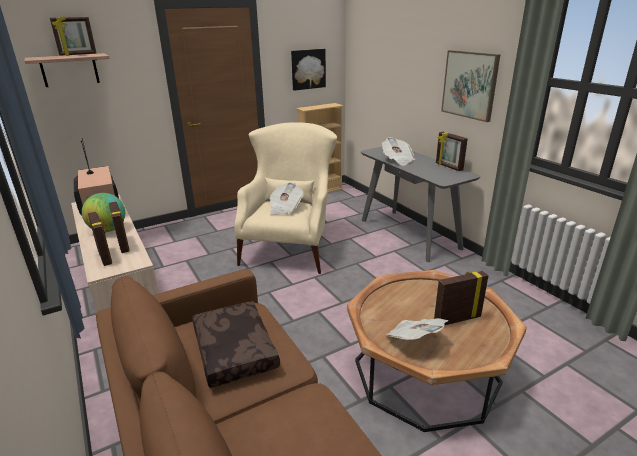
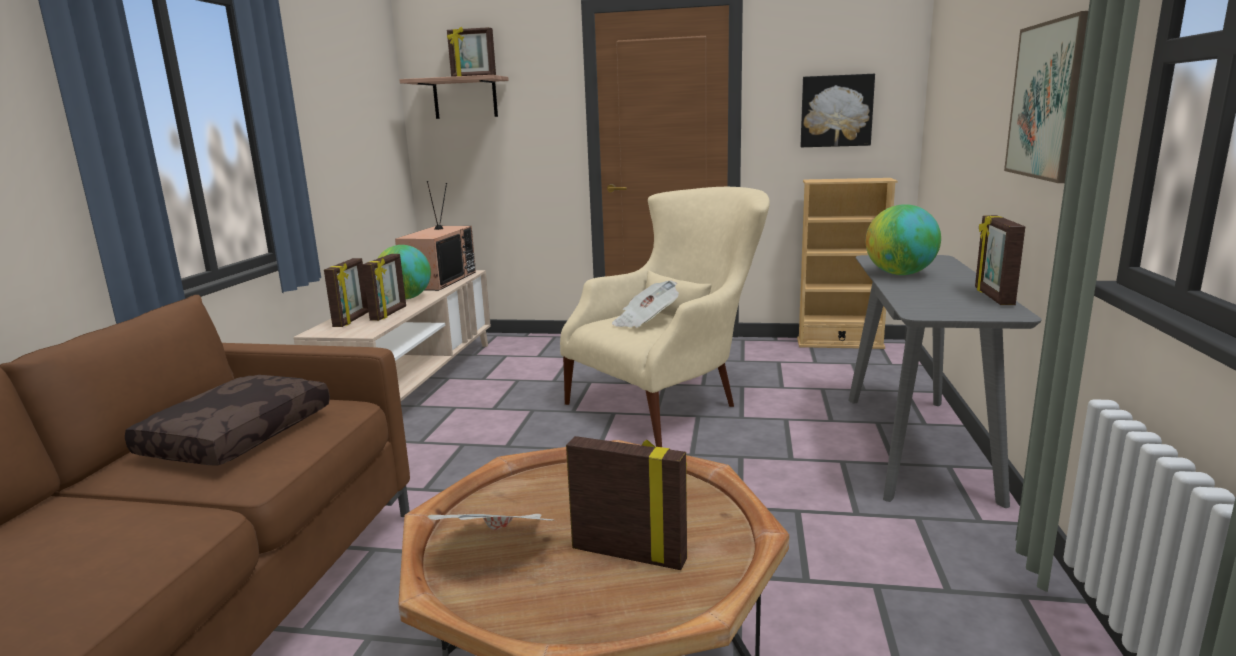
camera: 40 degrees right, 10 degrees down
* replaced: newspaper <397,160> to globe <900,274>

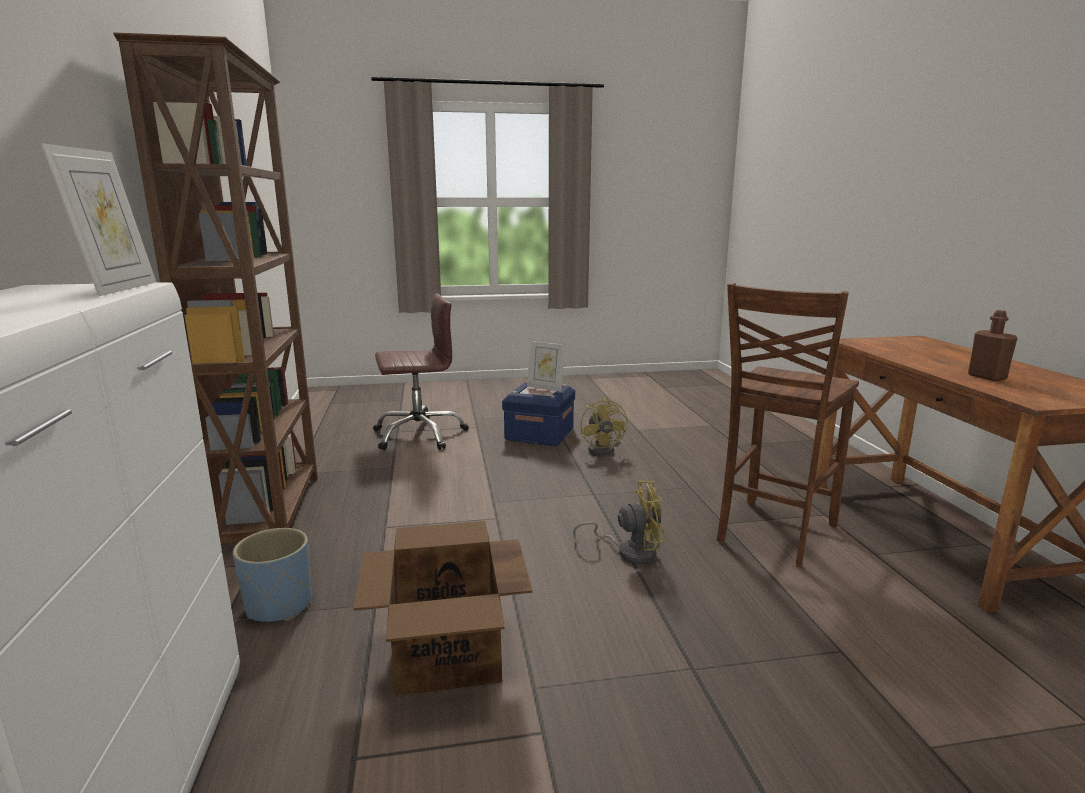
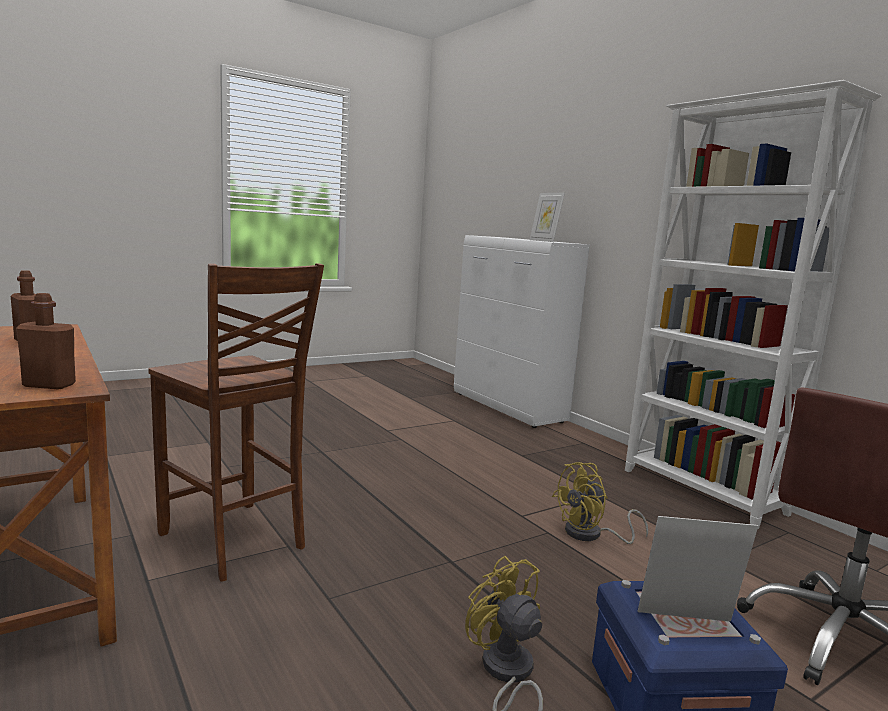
camera: 155 degrees right, 5 degrees down
* removed: blue planter <278,606>
* removed: cardboard box <447,655>
* added: brown bottle <49,385>
* moved: yellow fan <629,551> to <591,535>
* recoloured: brown bookcase <272,513> to white bookcase <702,492>
* turned: brown chair <773,533> = <234,542> 120 degrees clockwise

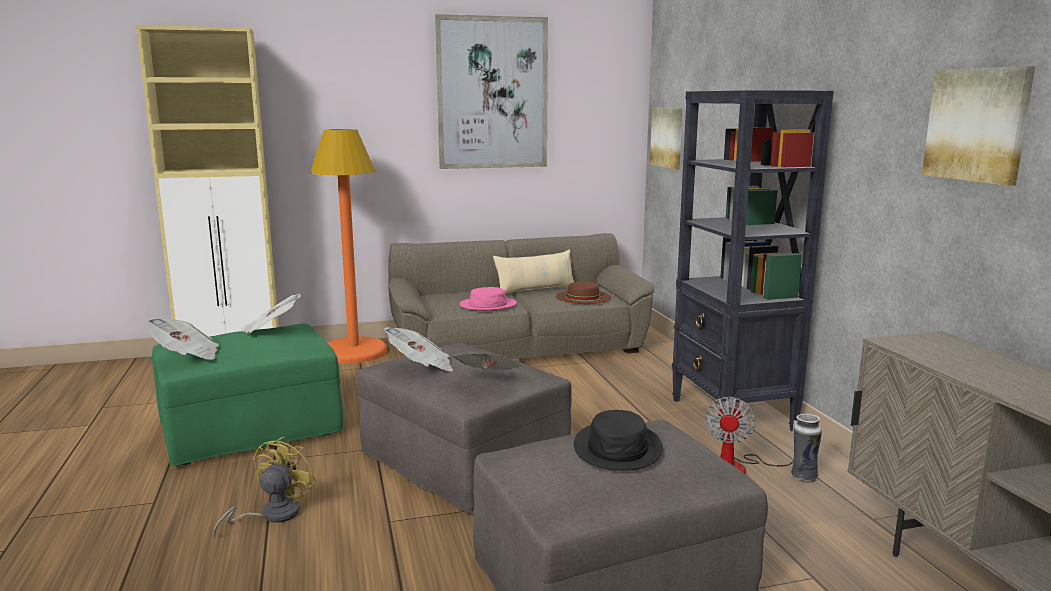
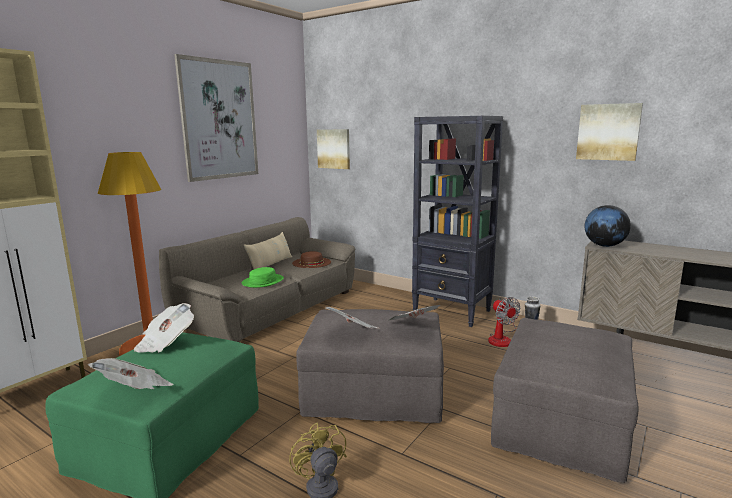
camera: 40 degrees left, 0 degrees up
* removed: black hat <618,448>
* added: globe <604,245>
* recoloured: pink hat <488,305> to green hat <262,281>

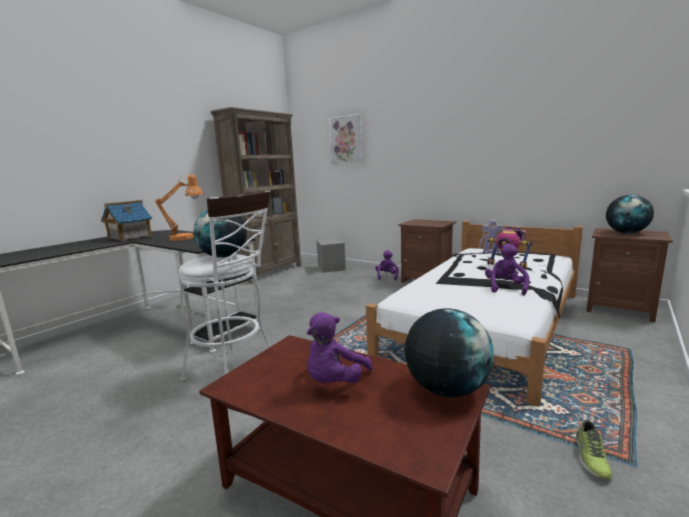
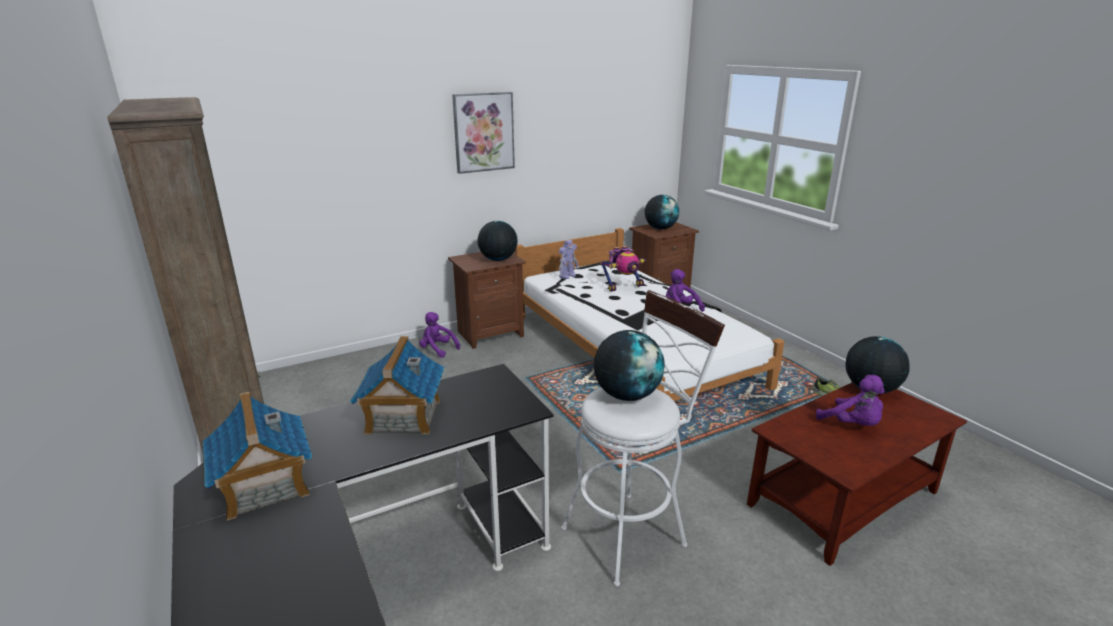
camera: 65 degrees left, 10 degrees up
* removed: grey storage box <332,268>
* added: globe <498,259>
* moved: picture <347,140> to <483,132>
* replaced: orange table lamp <187,238> to toy house <403,417>

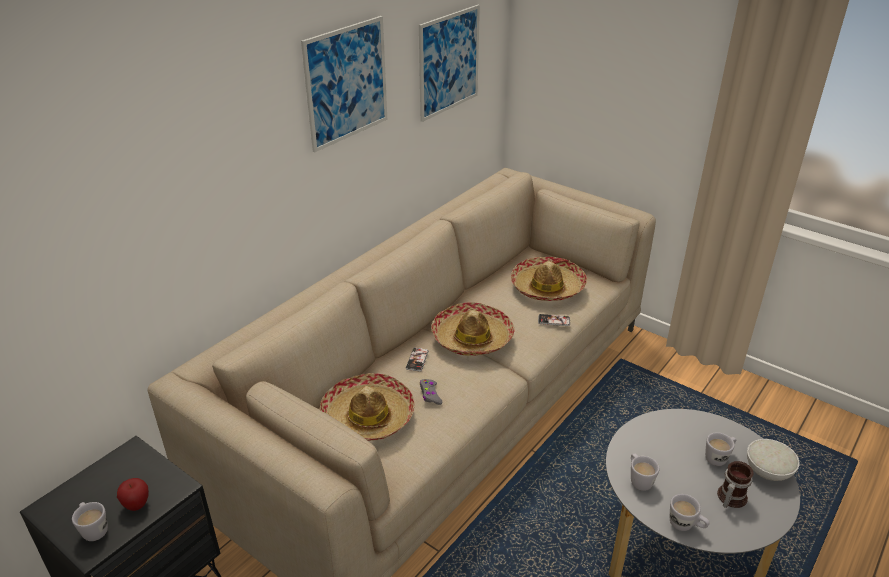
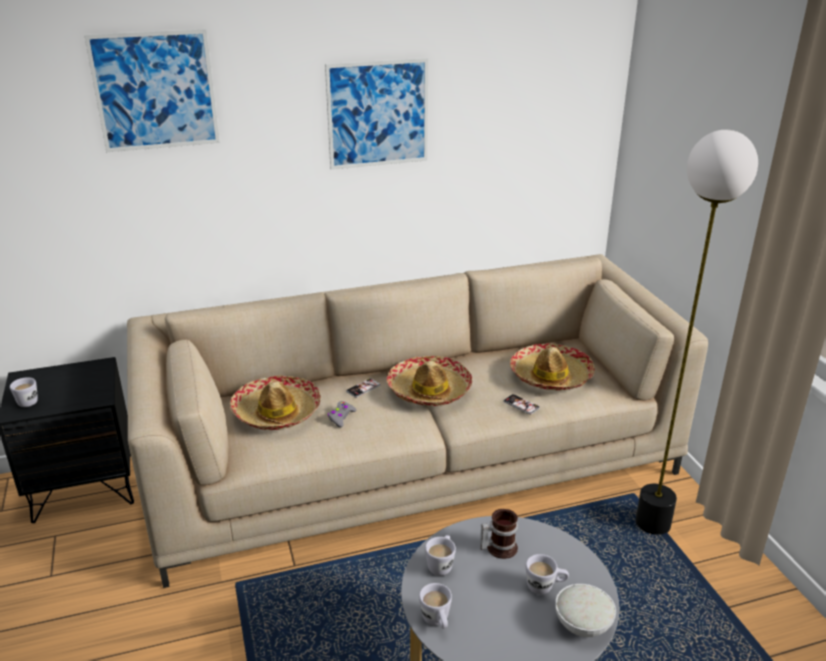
camera: 35 degrees right, 5 degrees down
* removed: apple <137,505>
* added: floor lamp <653,524>
* moved: picture <449,62> to <155,91>
* moved: mug <729,497> to <498,547>

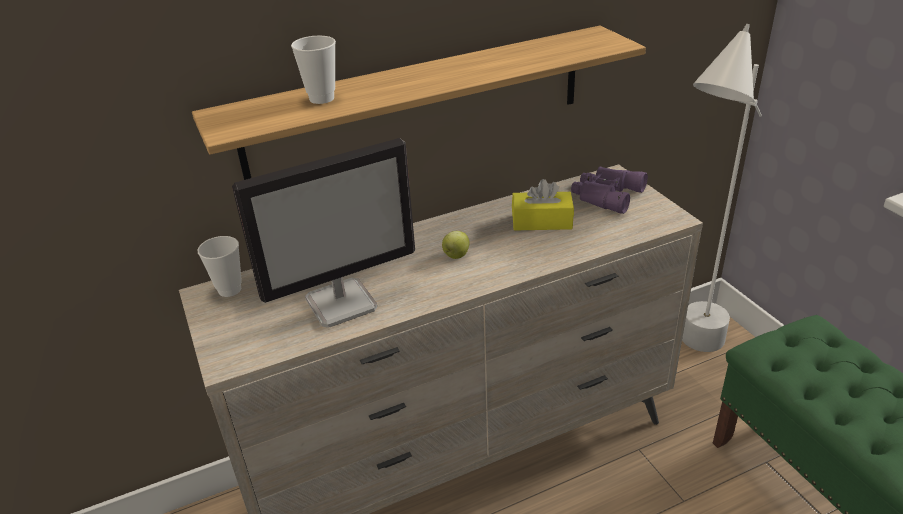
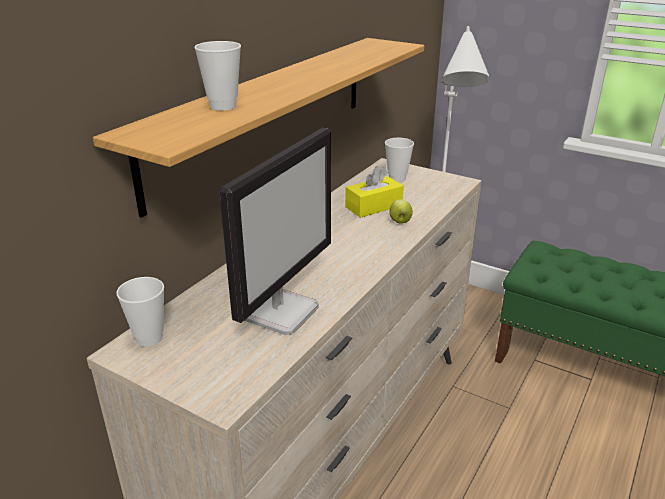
camera: 35 degrees left, 5 degrees down
* moved: apple <456,256> to <400,221>
* replaced: purple binoculars <605,195> to cup <397,178>

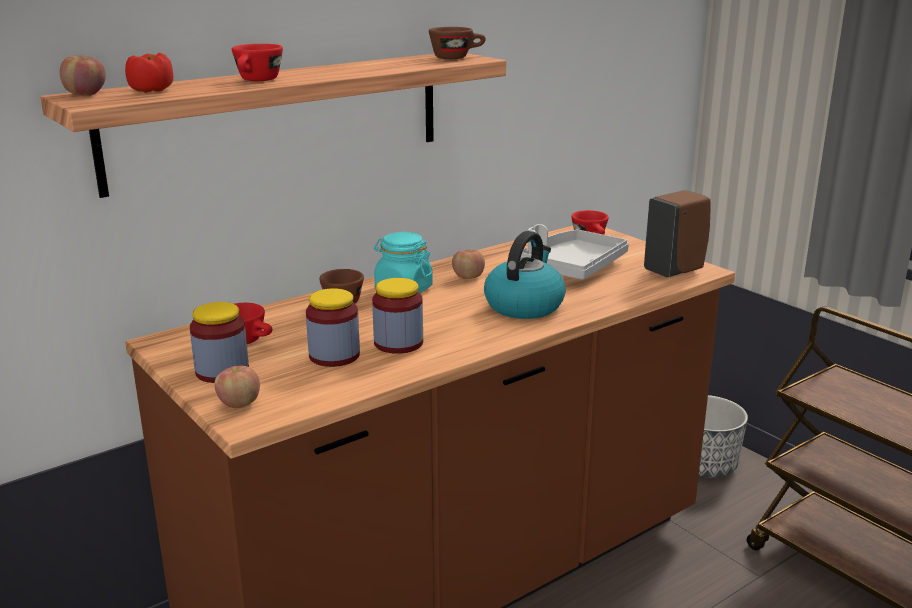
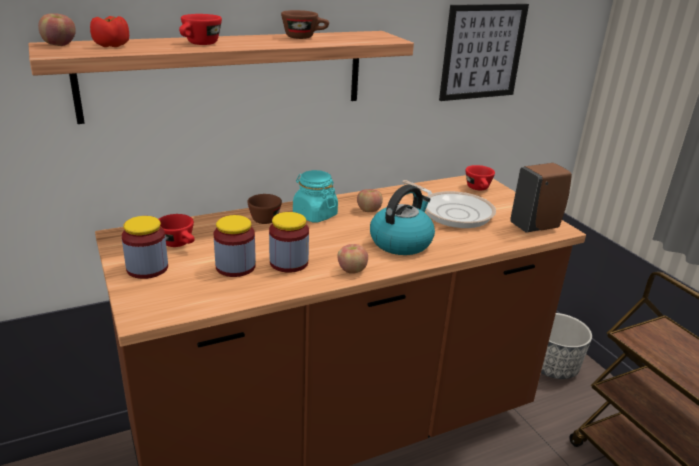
camera: 10 degrees right, 5 degrees up
* added: picture <482,52>
* moved: apple <238,403> to <351,270>
* moved: brown cup <457,57> to <305,37>
* replaced: grey tray <572,267> to frying pan <453,212>

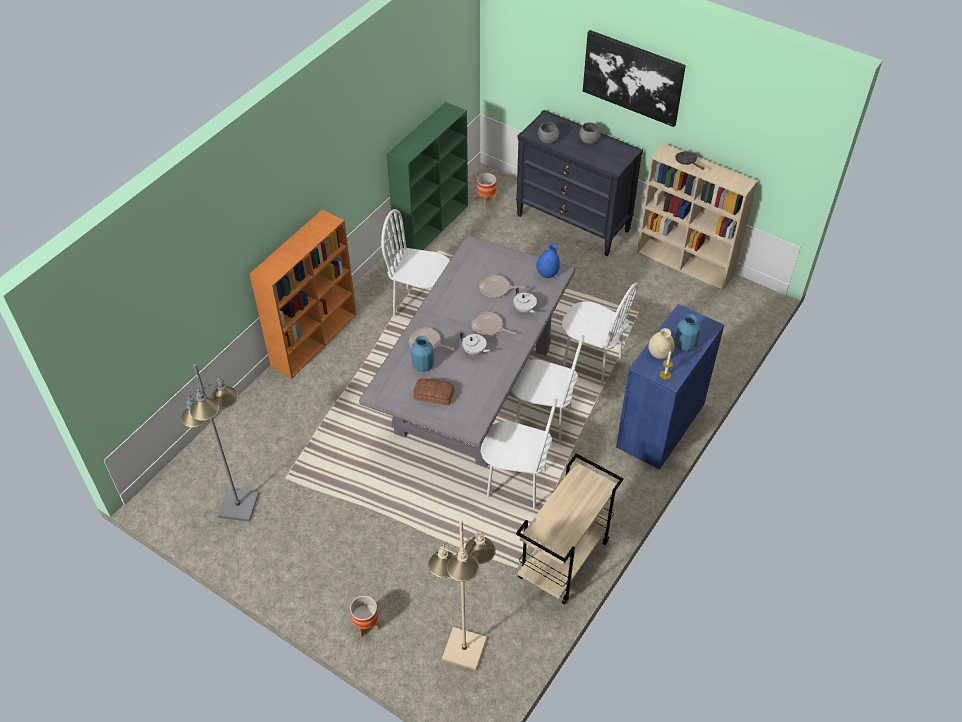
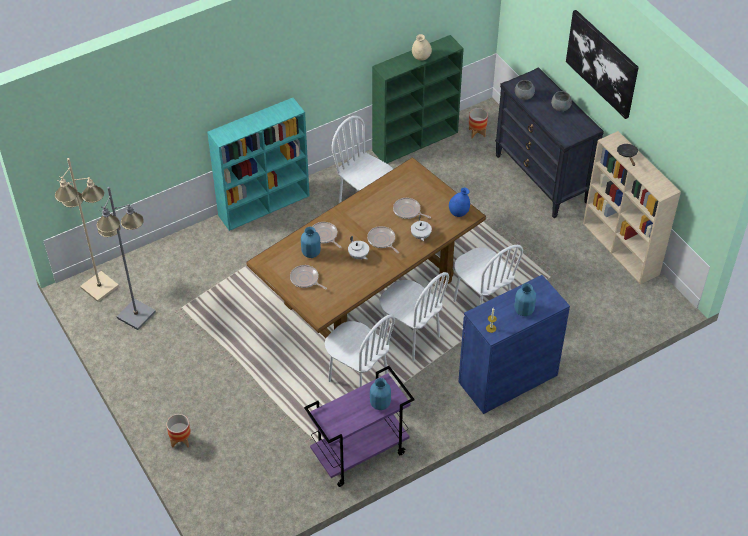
camera: 25 degrees right, 0 degrees up
* added: blue vase <380,404>
* moved: beige floor lamp <463,649> to <99,287>
* moved: beige vase <659,354> to <421,58>
* replaced: bread <434,395> to frying pan <305,279>
* recoloured: orange bookcase <315,339> to turquoise bookcase <264,205>
* recoloured: grey dining table <473,391> to brown dining table <368,293>
* recoloured: beige cart <564,561> to purple cart <359,454>

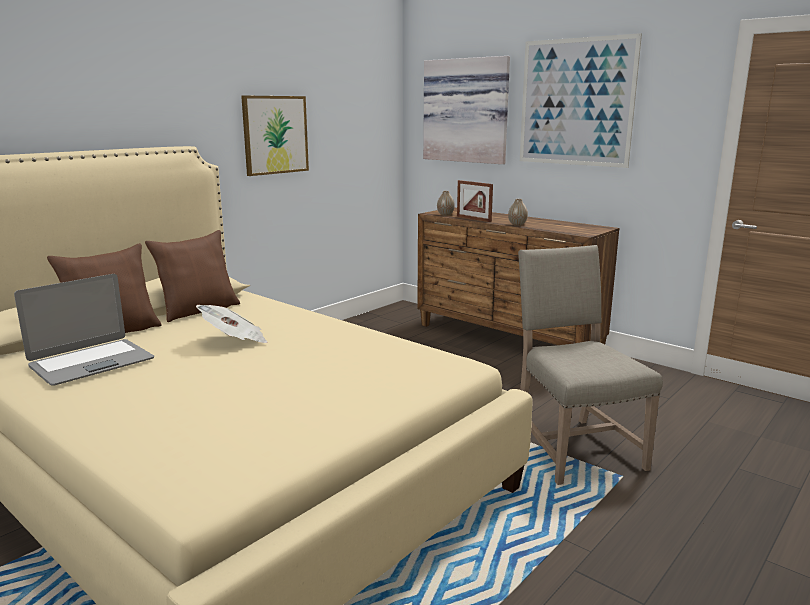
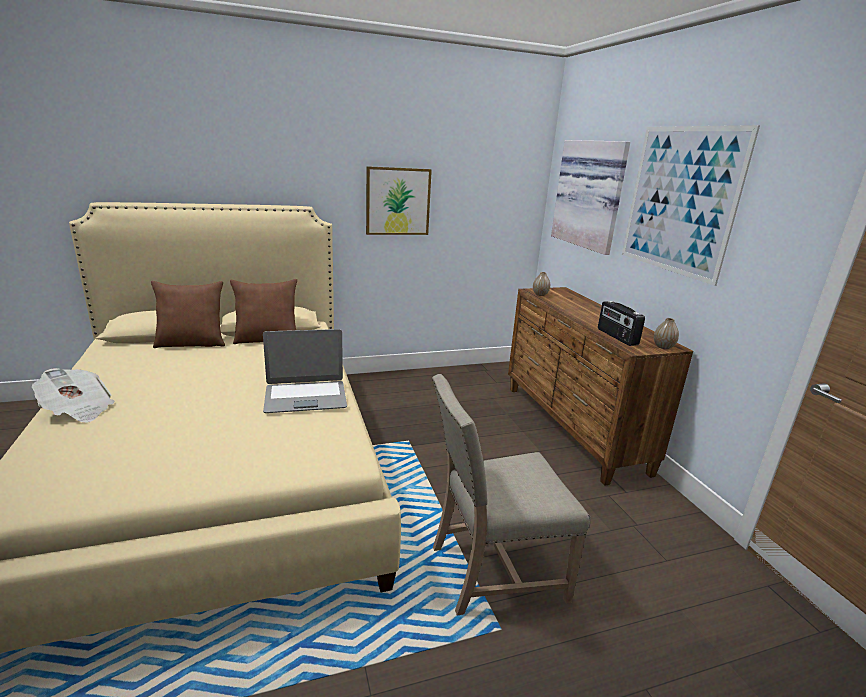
camera: 30 degrees right, 5 degrees up
* removed: picture frame <473,219>
* added: radio <616,337>
* moved: laptop <91,363> to <305,397>
* moved: newspaper <235,341> to <78,410>
* moved: vase <517,224> to <663,347>
* turned: beige chair <572,447> = <492,571> 120 degrees counterclockwise

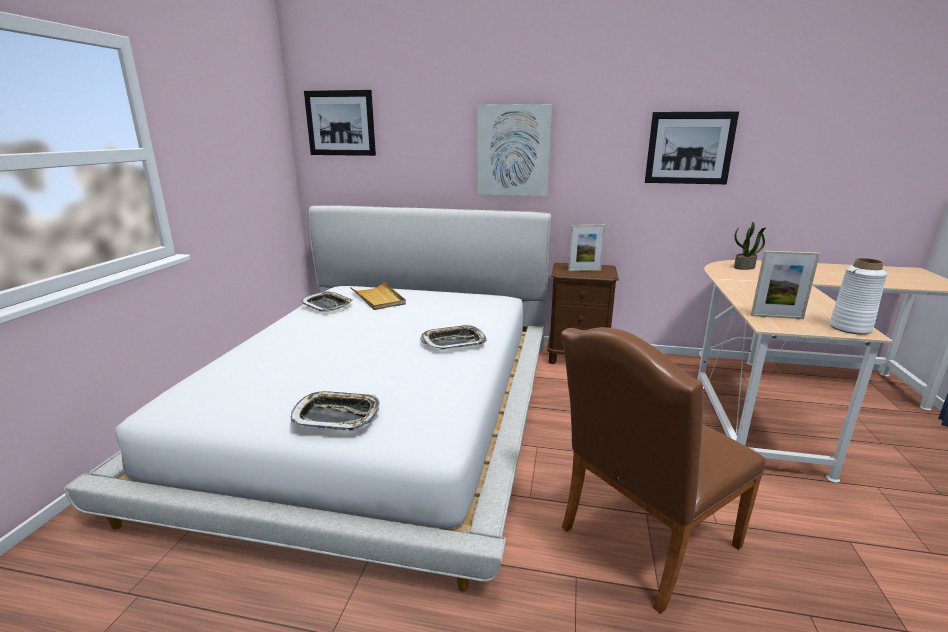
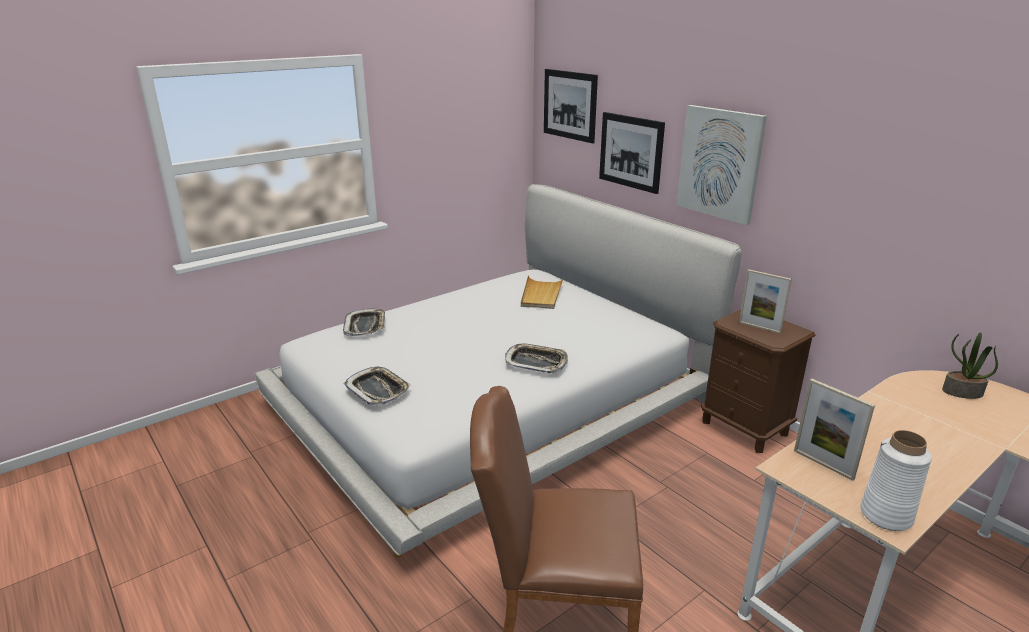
camera: 40 degrees right, 5 degrees up
* moved: tray <327,305> to <365,326>
* moved: picture <689,148> to <631,152>

